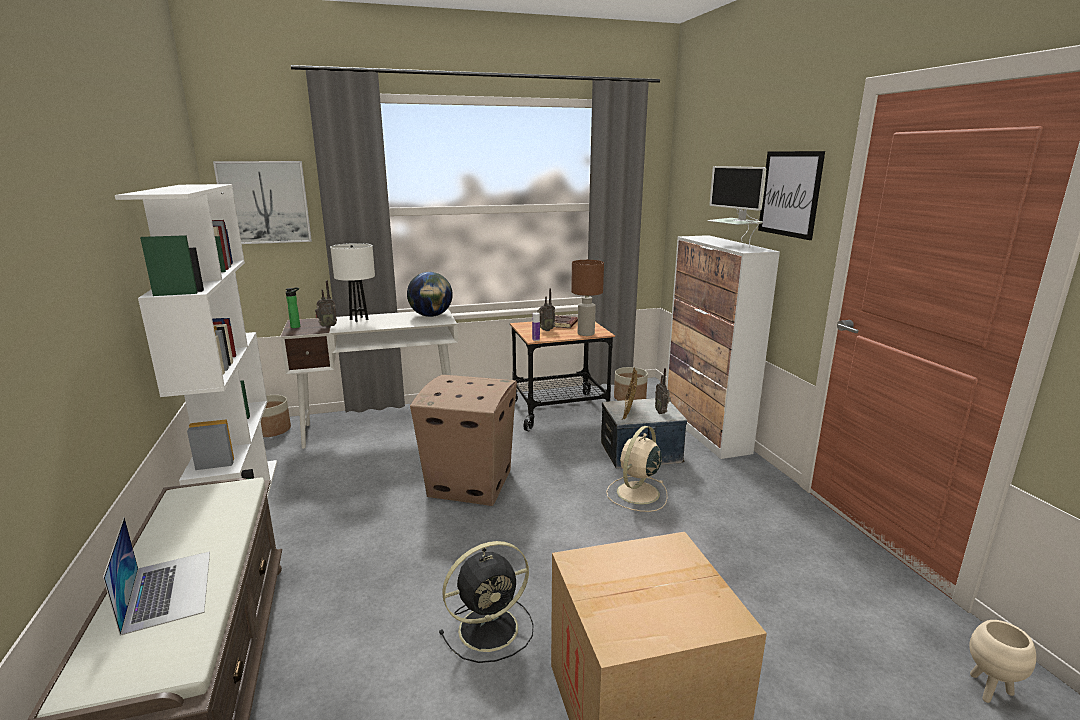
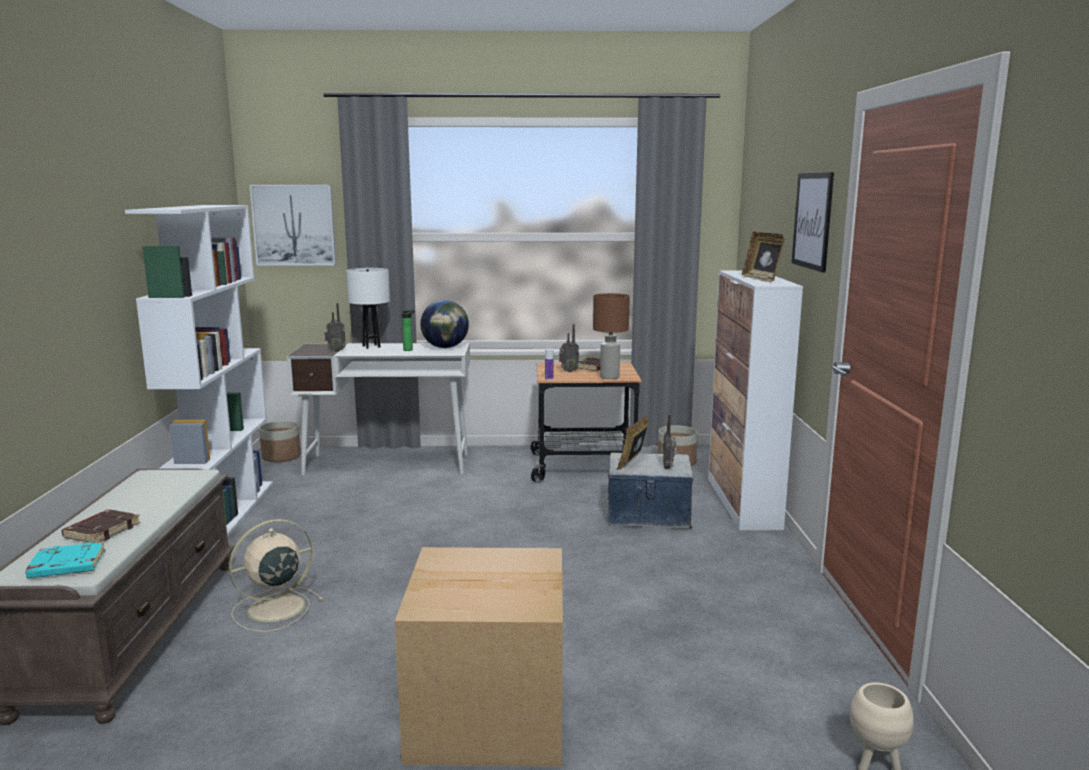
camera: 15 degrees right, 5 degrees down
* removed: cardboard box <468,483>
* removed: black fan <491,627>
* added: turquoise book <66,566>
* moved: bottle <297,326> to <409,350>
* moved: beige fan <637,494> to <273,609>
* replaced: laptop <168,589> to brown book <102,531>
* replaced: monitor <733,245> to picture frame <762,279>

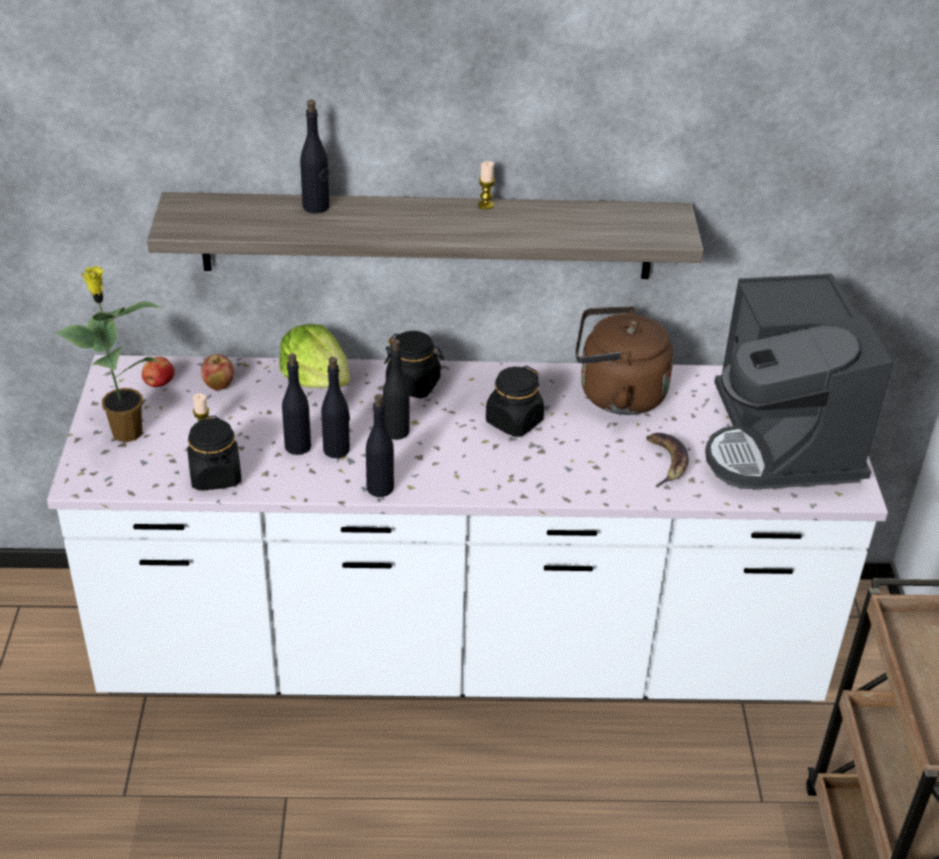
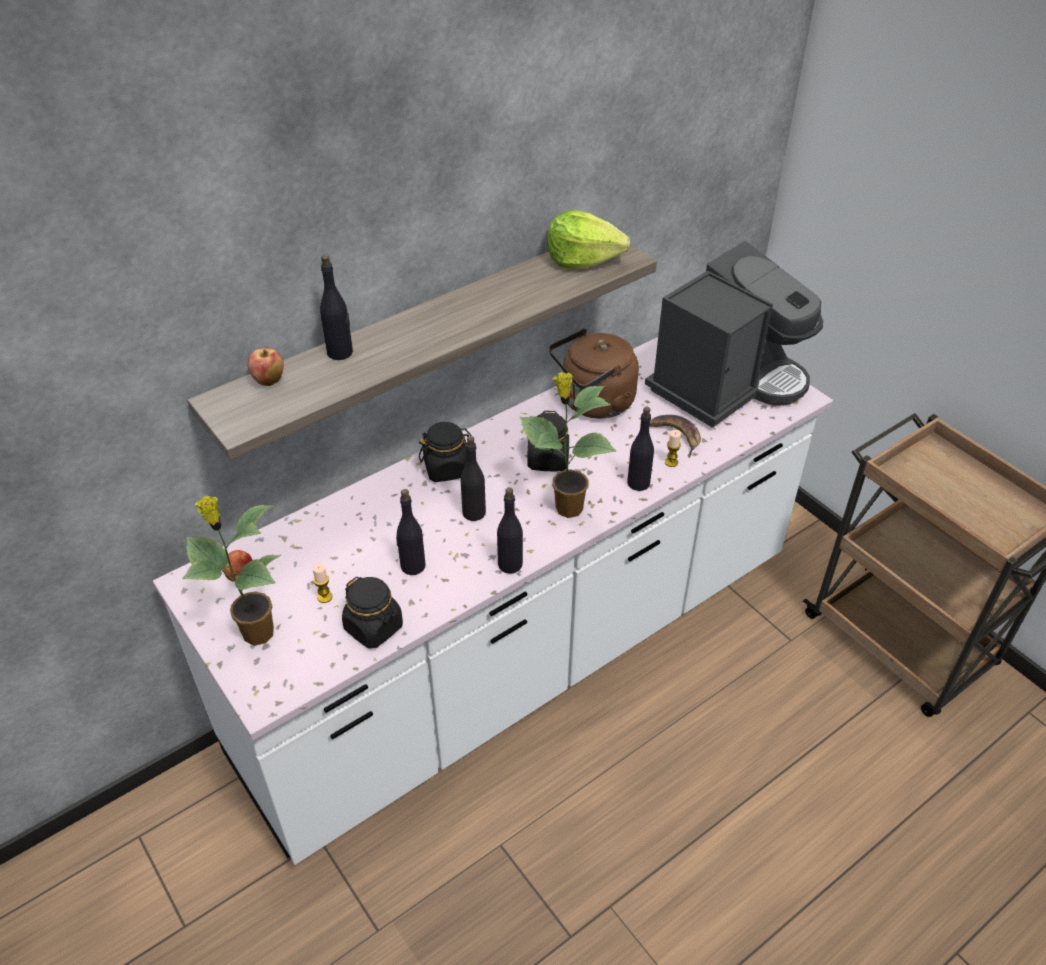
camera: 35 degrees left, 5 degrees up
* added: potted plant <567,508>
* moved: apple <218,385> to <268,381>
* moved: lettuce <316,378> to <582,259>
* moved: black bottle <337,450> to <638,483>
* moved: candle <485,205> to <671,462>
* turned: coffee machine <781,441> = <727,383> 90 degrees counterclockwise

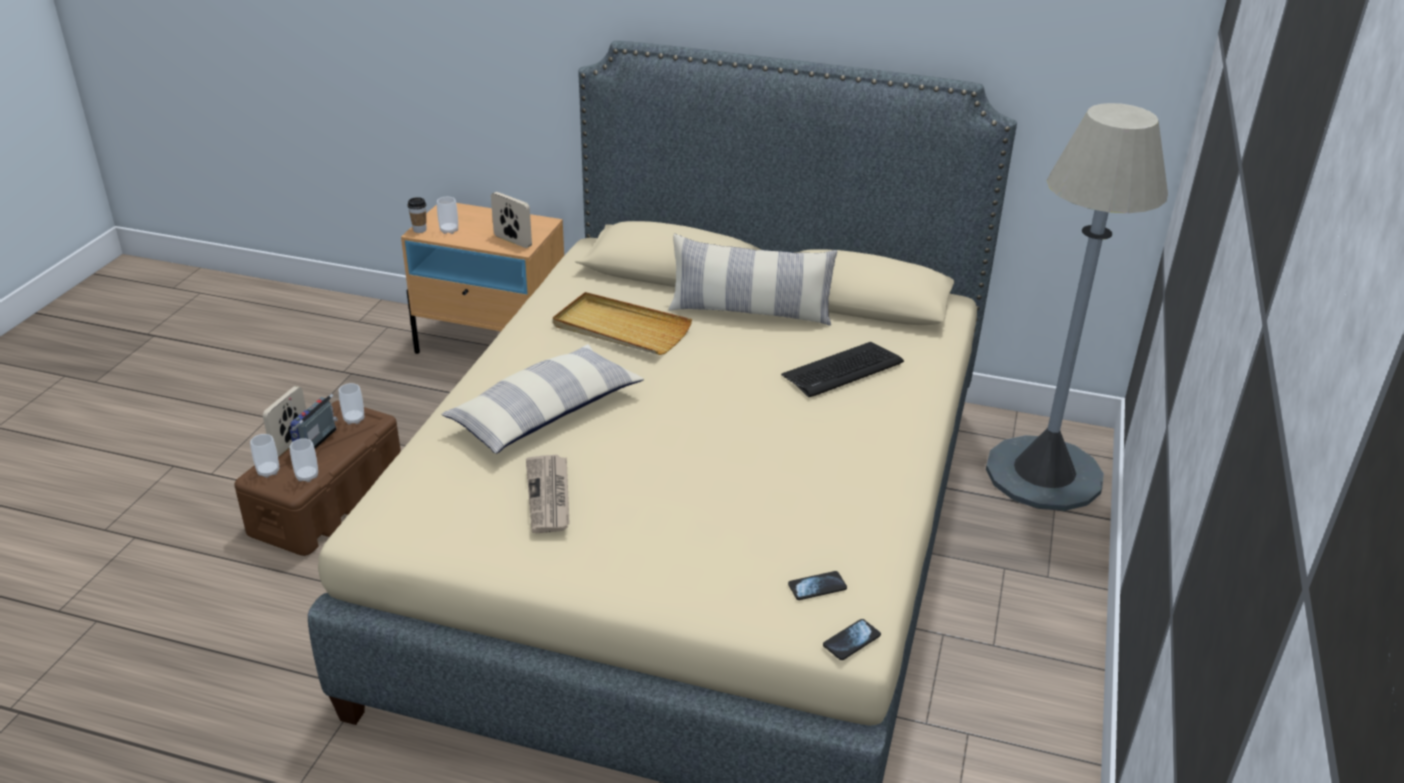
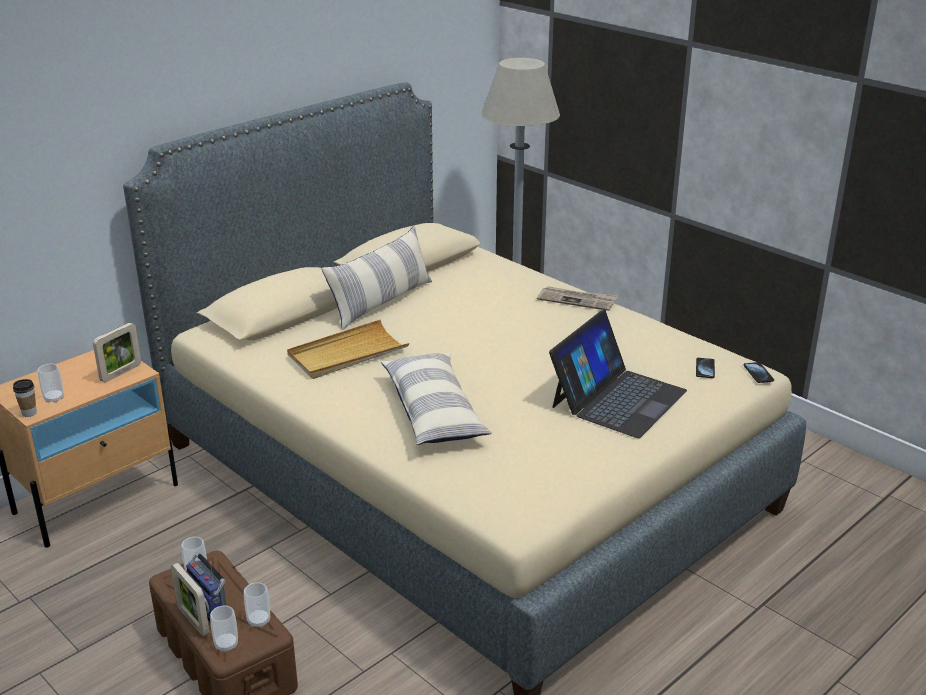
camera: 60 degrees left, 5 degrees down
* removed: keyboard <842,370>
* added: laptop <617,398>
* moved: newspaper <550,496> to <577,300>
* turned: picture frame <512,241> = <121,373> 150 degrees clockwise

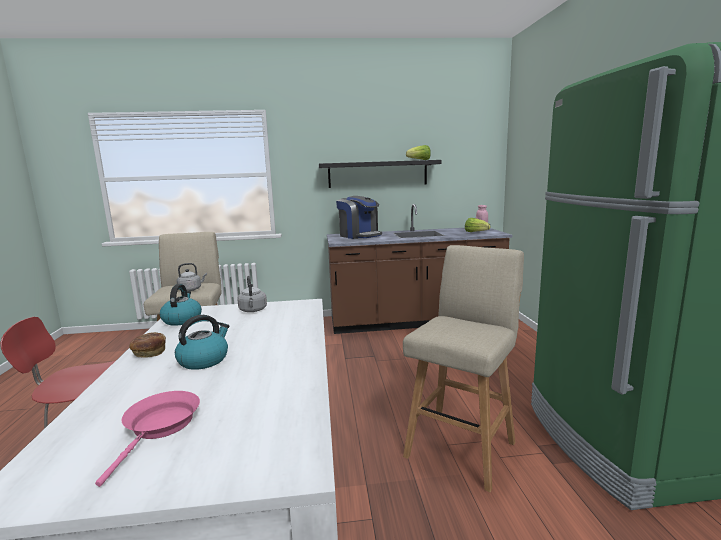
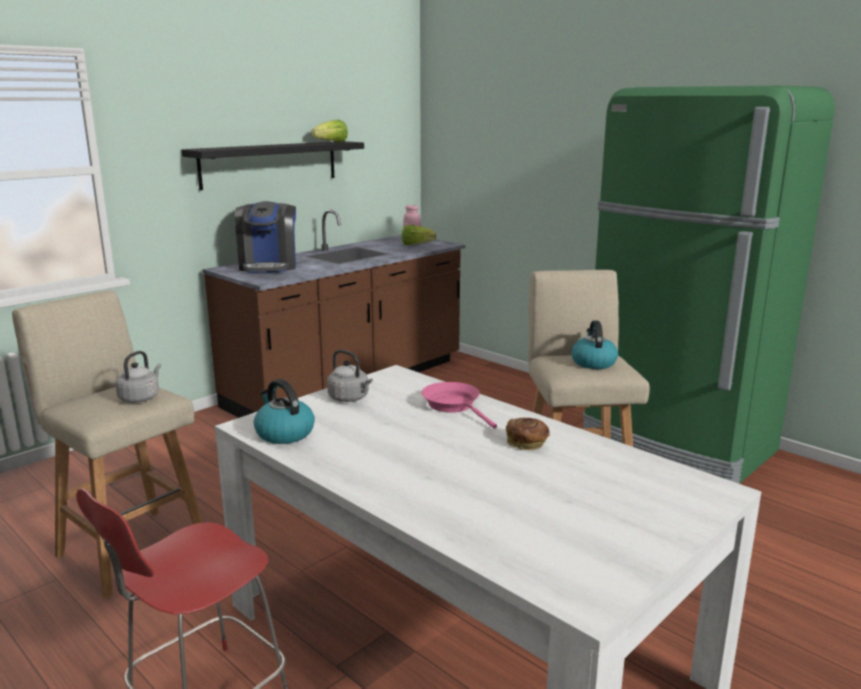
camera: 40 degrees left, 5 degrees up
* moved: pink frying pan <160,427> to <454,406>
* moved: bread <149,353> to <527,444>
* moved: kettle <204,360> to <593,362>
* turned: coffee machine <359,235> = <269,266> 75 degrees clockwise

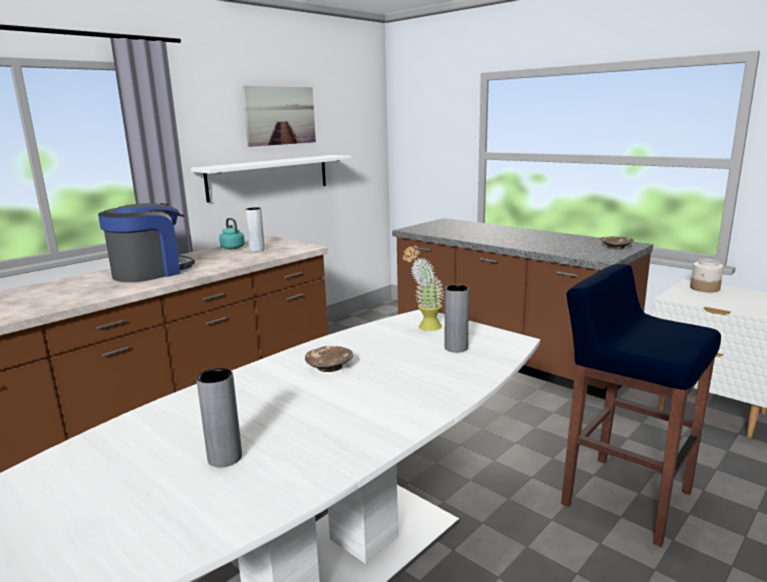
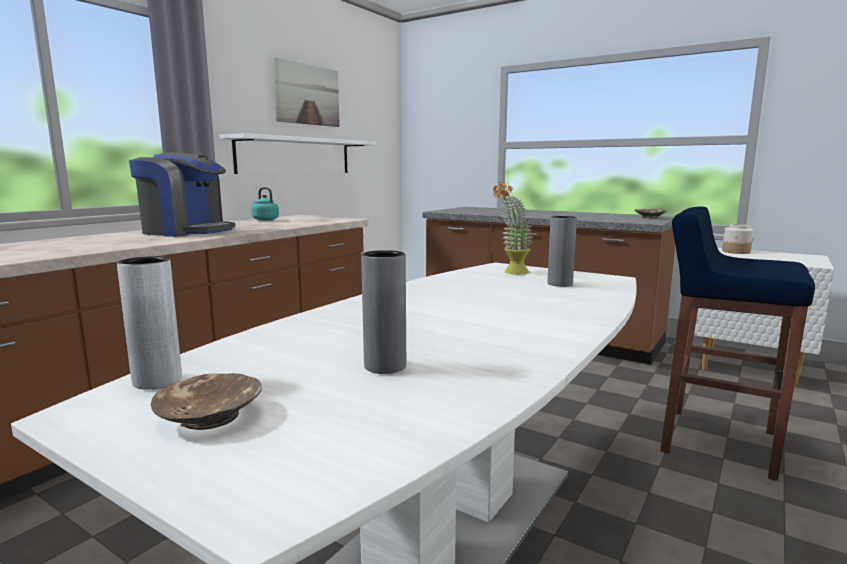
camera: 10 degrees left, 5 degrees down
* moved: grey vase <257,250> to <157,380>
* moved: brown bowl <330,366> to <211,416>
* turned: coffee machine <151,272> = <186,232> 75 degrees clockwise

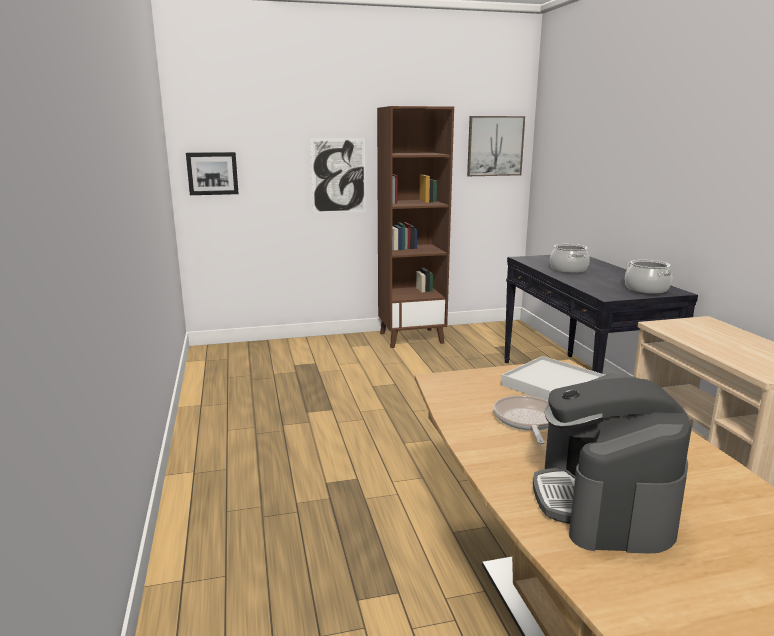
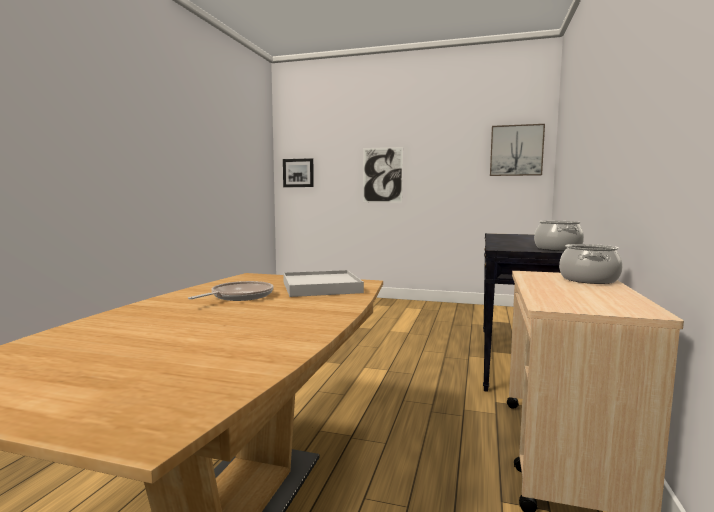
camera: 30 degrees right, 10 degrees down
* removed: brown bookcase <411,338>
* removed: coffee machine <603,502>
* moved: cooking pot <568,269> to <588,280>

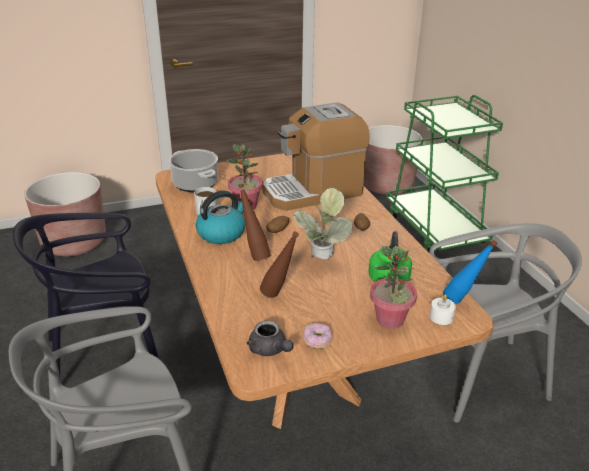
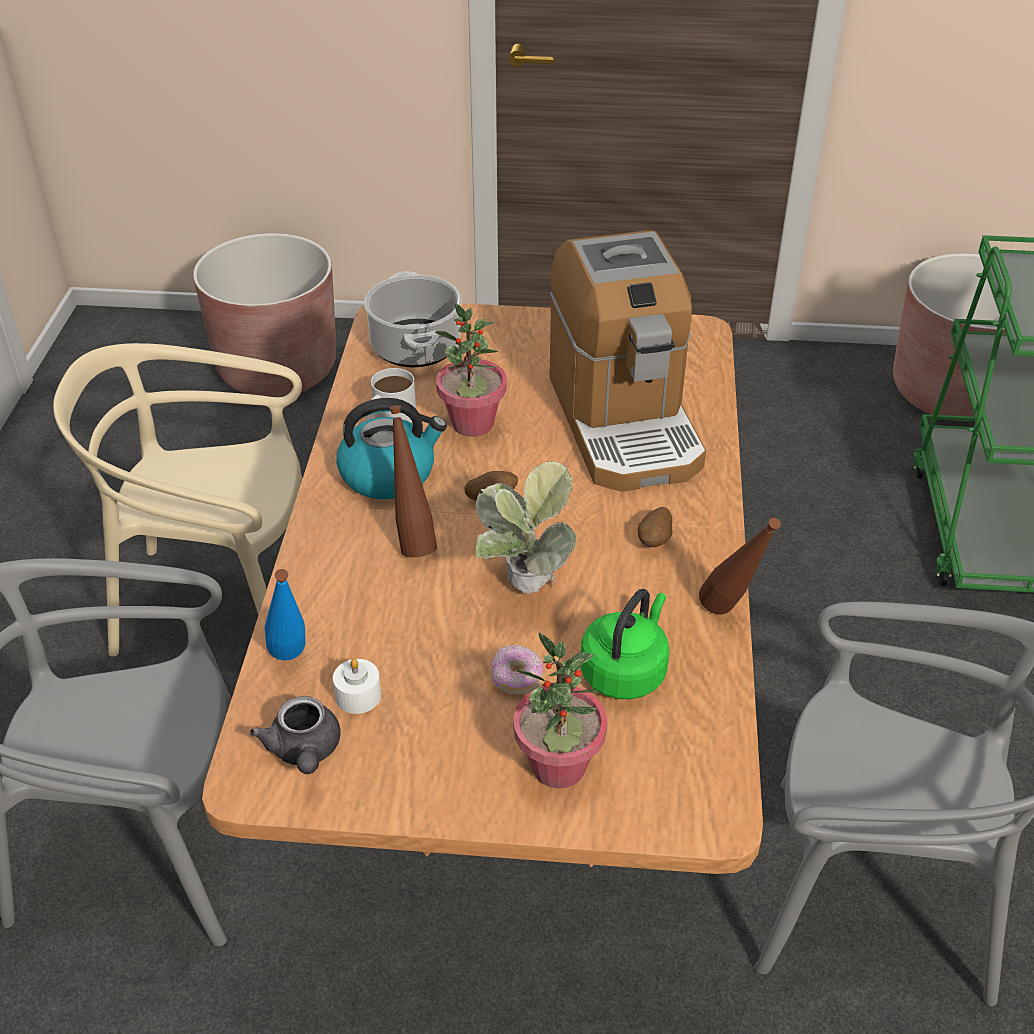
camera: 25 degrees right, 10 degrees up
* moved: brown bottle <279,296> to <730,616>
* moved: donut <317,341> to <516,678>
* moved: white candle <441,317> to <358,696>
* moved: blue bottle <462,303> to <292,663>
* recoloured: black chair <106,352> to beige chair <222,605>
* turned: coffee machine <313,191> = <624,422> 105 degrees counterclockwise

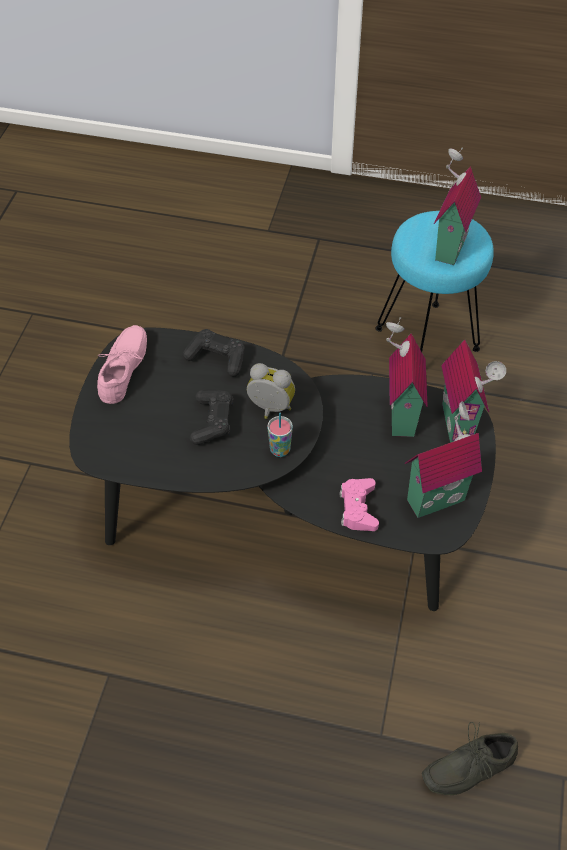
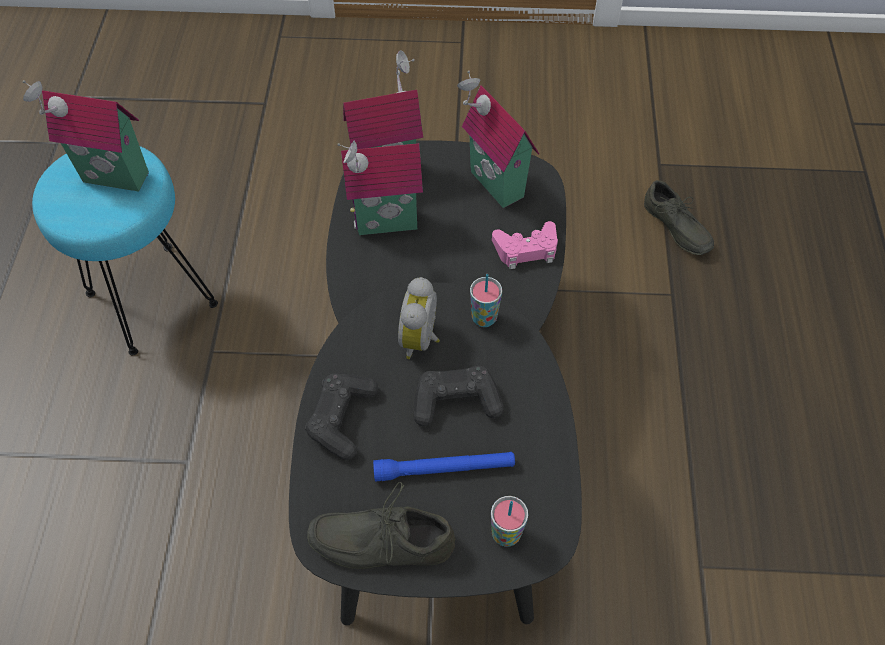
camera: 100 degrees left, 5 degrees up
* added: blue flashlight <444,469>
* added: cup <506,534>
* recoloured: pink shoe <126,370> to grey shoe <382,538>

